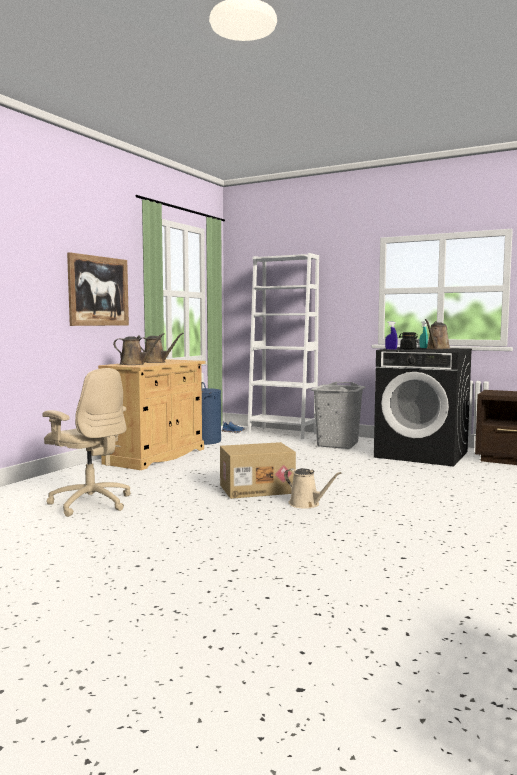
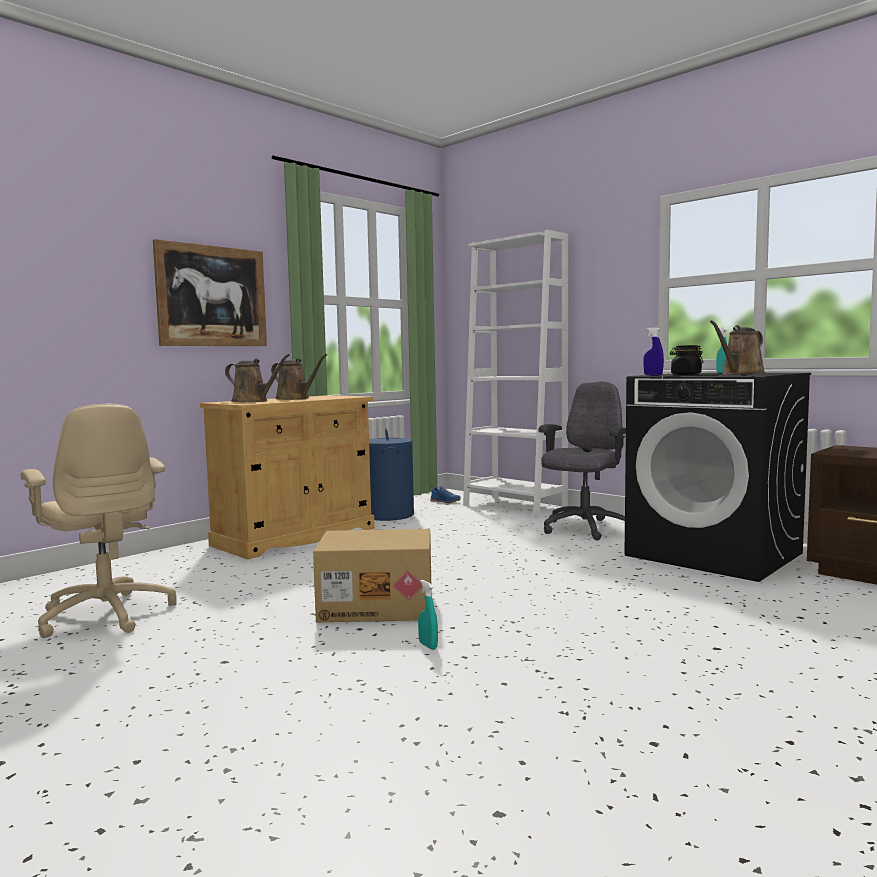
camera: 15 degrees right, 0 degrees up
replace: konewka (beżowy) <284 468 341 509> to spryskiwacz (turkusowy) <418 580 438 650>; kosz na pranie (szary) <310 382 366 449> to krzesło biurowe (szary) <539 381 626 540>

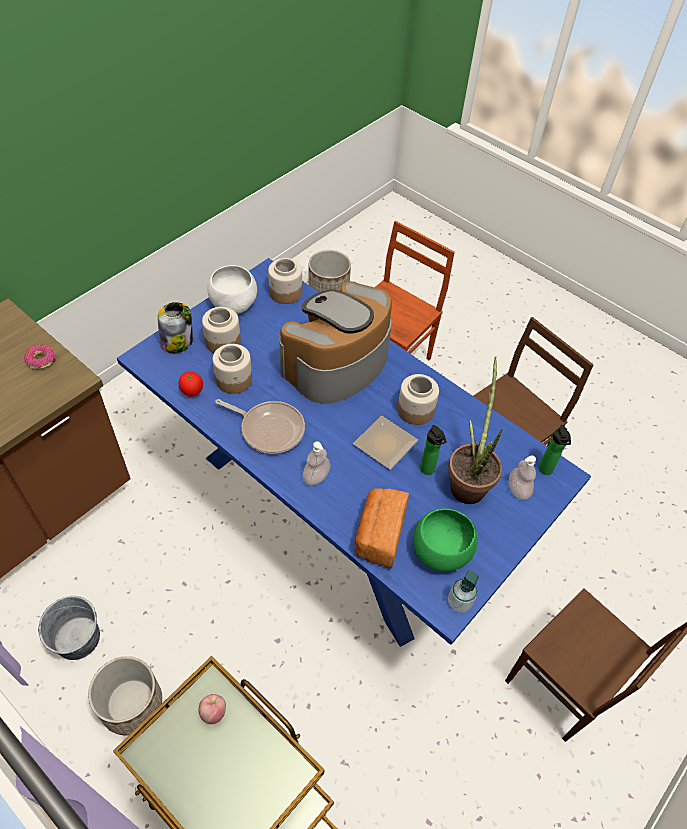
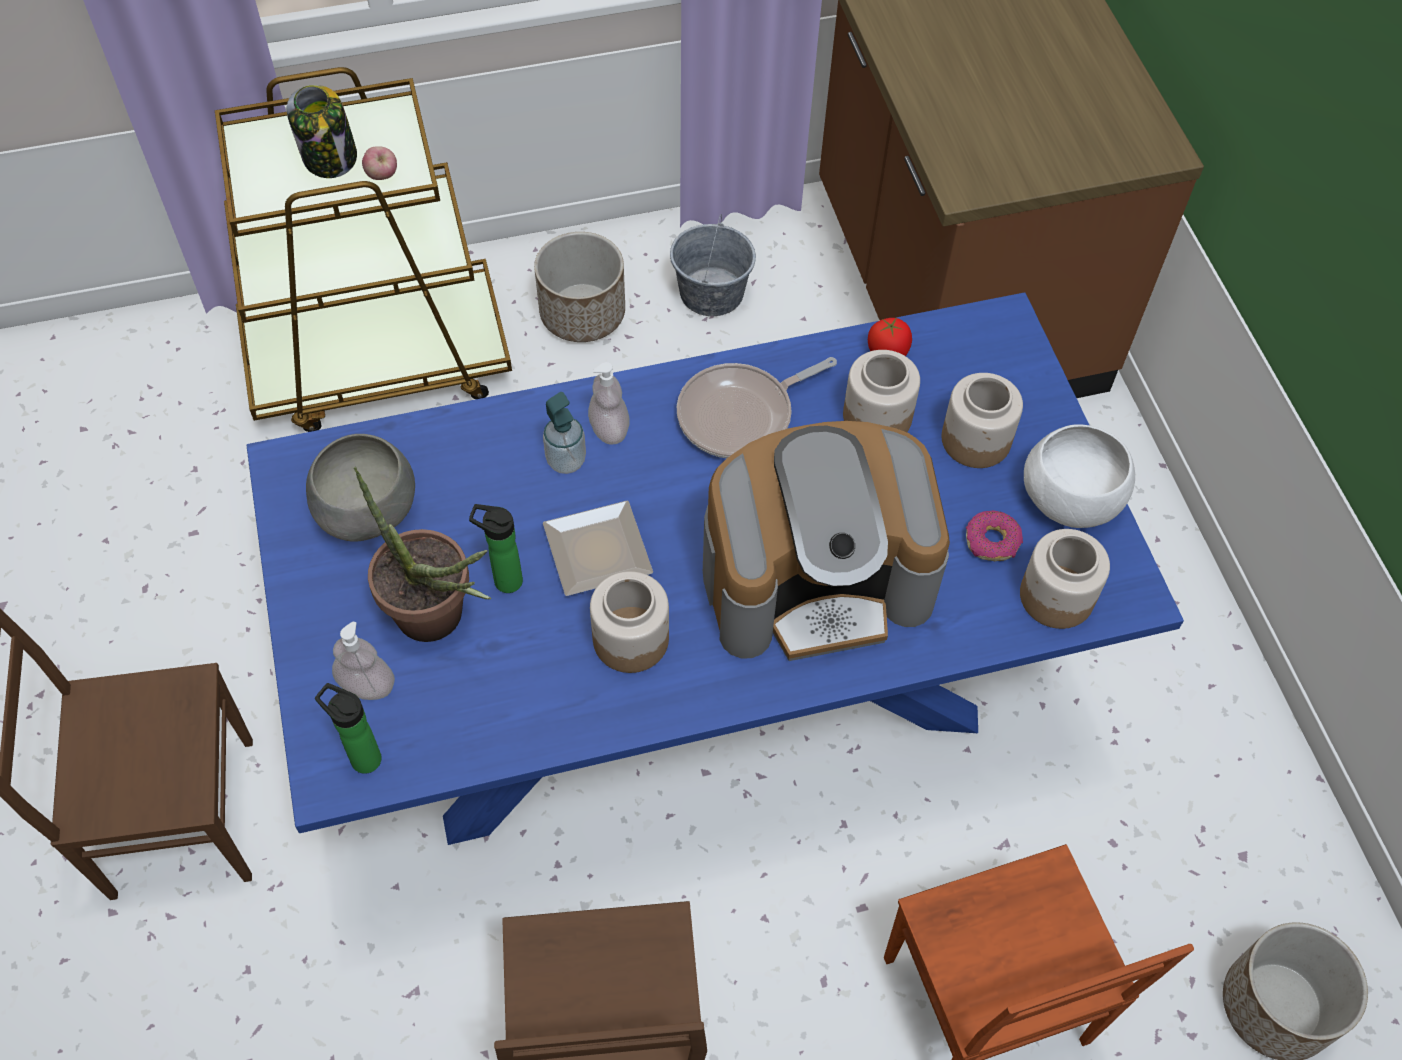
camera: 125 degrees right, 5 degrees up
delete: chleb <355 488 409 569>
move: słoik <158 302 193 353> to <287 85 357 178>; dozownik mydła <448 570 479 613> to <543 392 586 474>; donut <24 344 55 369> to <966 510 1023 561>
recolor: miska (zielony) <413 508 478 572> to miska (szary) <306 434 415 542>
rotate: ekspres do kawy <279 281 392 404> = <703 421 950 661> 90 degrees clockwise

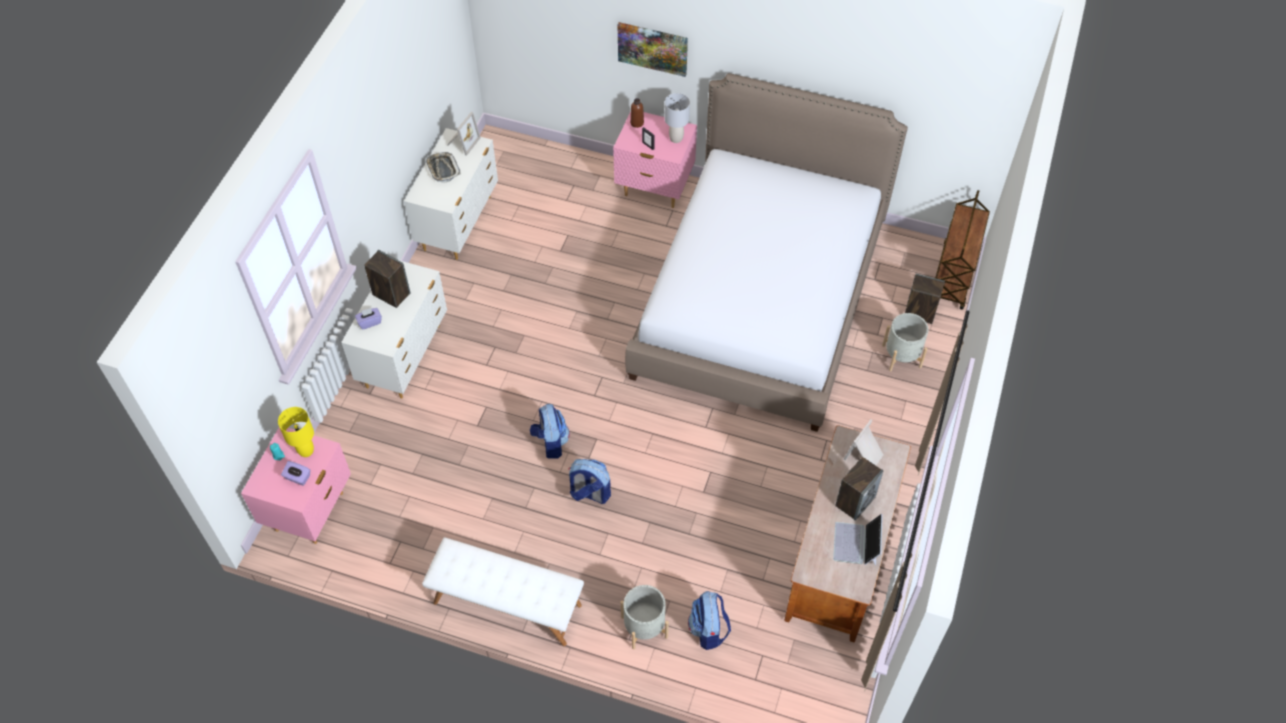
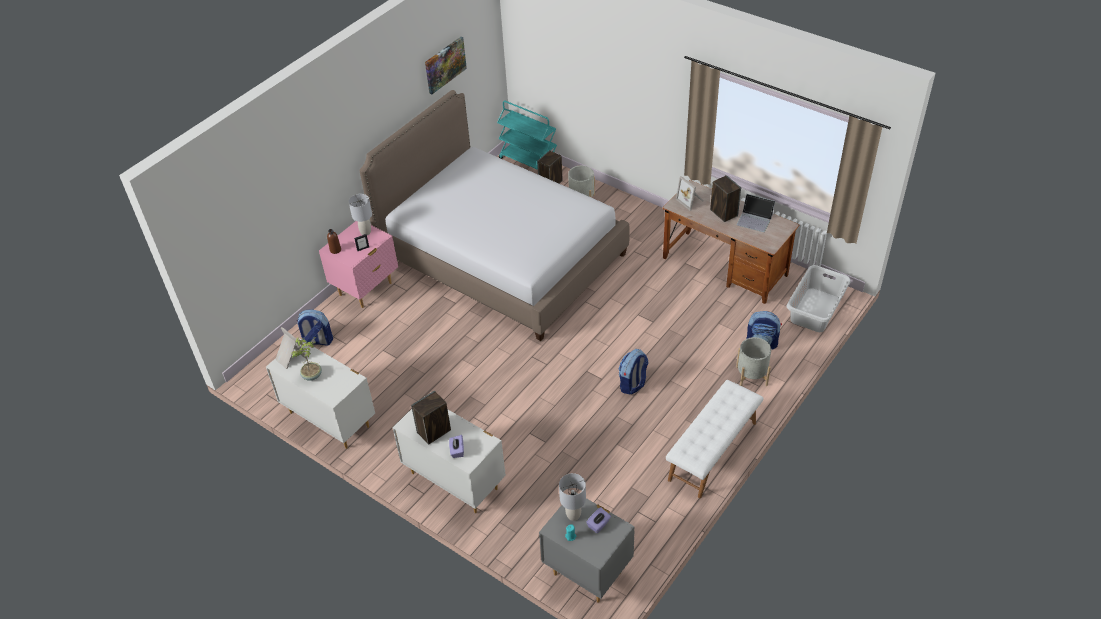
camera: 70 degrees left, 10 degrees down
insert: kosz na pranie (szary) <786 265 851 332>
move: plecak <530 404 570 459> to <296 309 333 346>; obraz <617 22 688 77> to <425 37 467 94>
replace: taca <425 152 461 183> to roślina doniczkowa <291 337 322 381>
recolor: wózek (brązowy) <935 190 990 310> to wózek (turkusowy) <497 100 557 170>; szafka nocna (różowy) <241 427 351 544> to szafka nocna (szary) <539 491 635 603>; lampa stołowa (żółty) <278 407 314 457> to lampa stołowa (szary) <559 473 586 521>

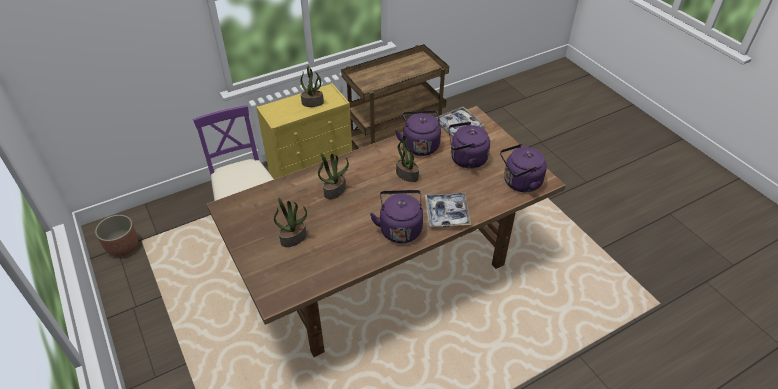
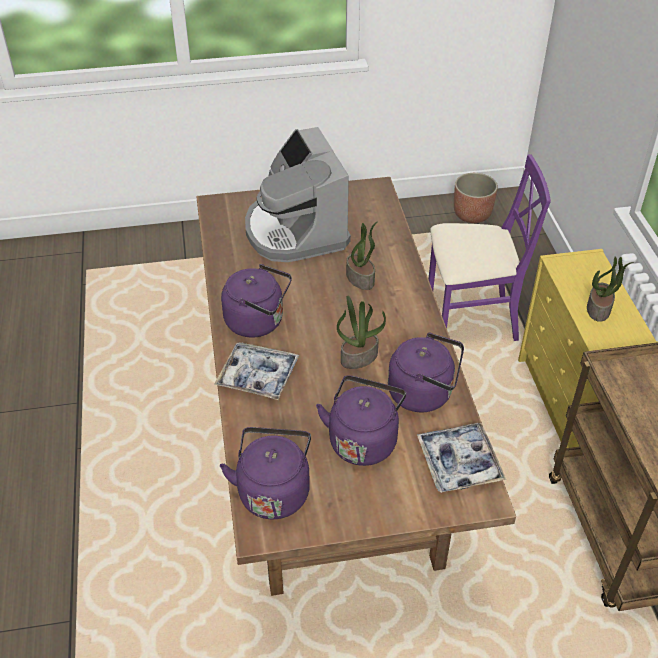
camera: 110 degrees right, 0 degrees up
replace: roślina doniczkowa <274 198 307 247> to ekspres do kawy <245 127 351 262>

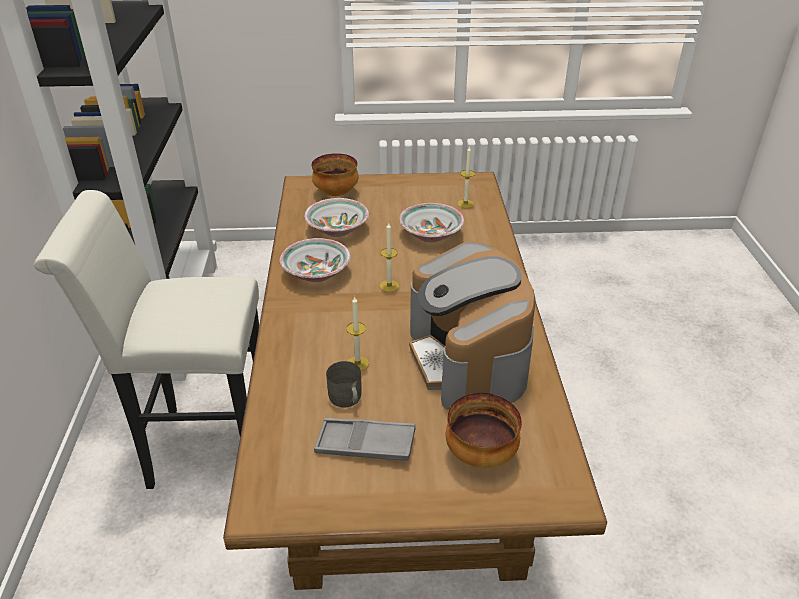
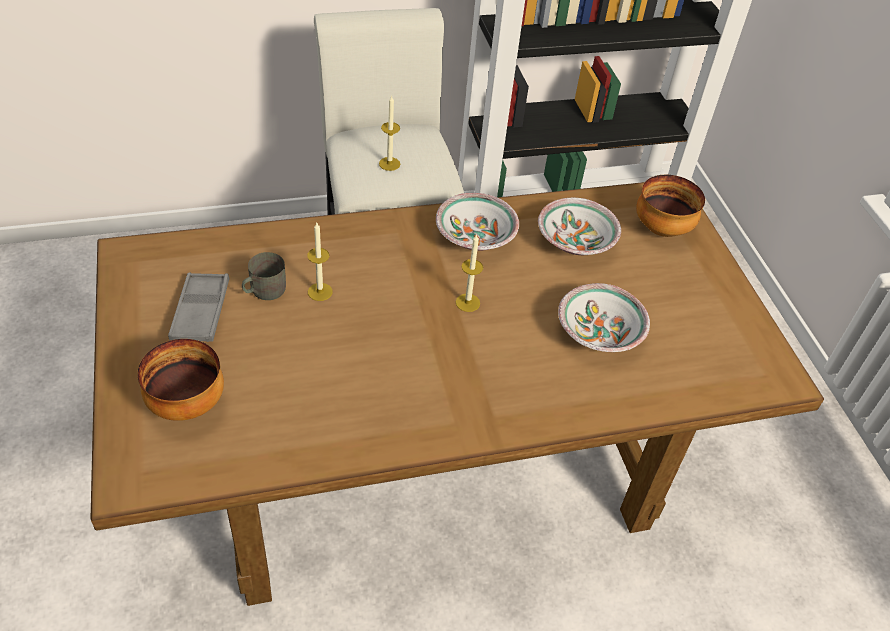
camera: 75 degrees right, 10 degrees up
delete: ekspres do kawy <409 242 536 411>
move: świeca <457 147 475 208> to <379 96 400 171>

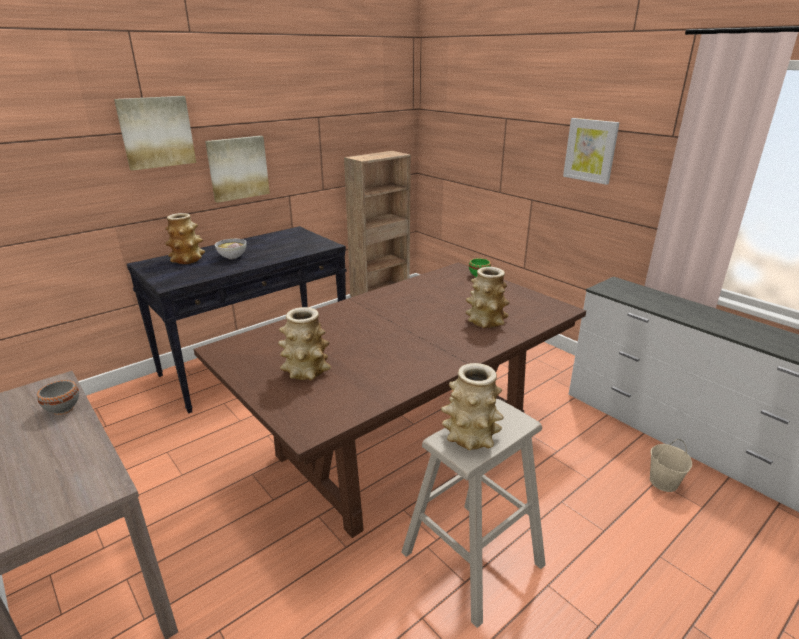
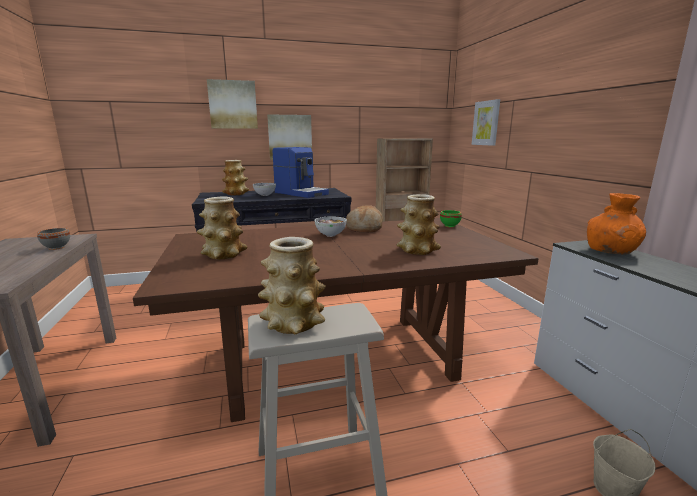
camera: 25 degrees right, 10 degrees down
insert: ekspres do kawy <273 147 329 198>; miska <315 216 347 237>; chleb <346 205 383 232>; wazon (pomarańczowy) <587 193 646 254>
move: obraz <563 118 620 185> to <472 99 500 146>

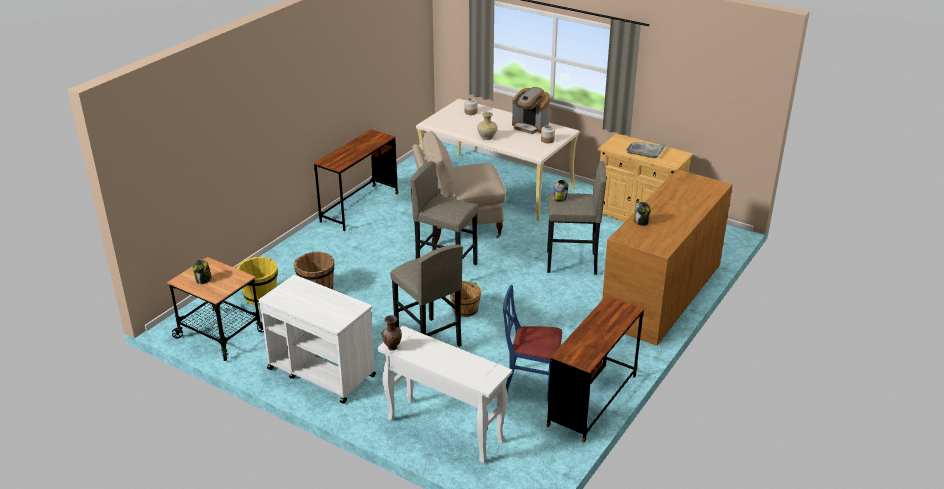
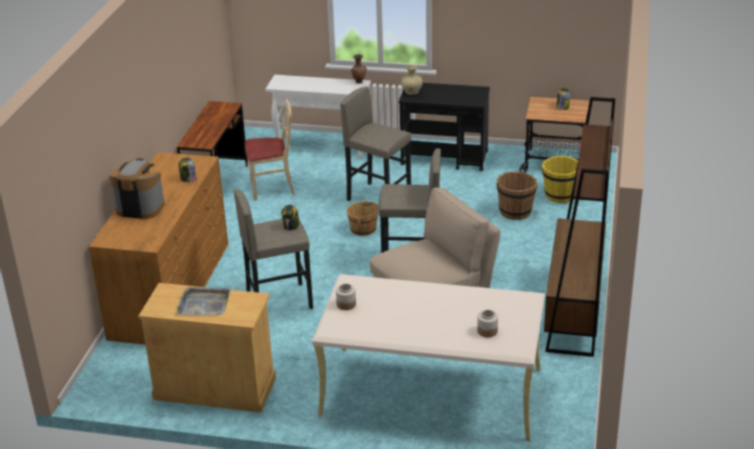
camera: 160 degrees right, 0 degrees up
move: ekspres do kawy <512 87 550 134> to <109 158 165 219>; wazon (beżowy) <477 112 497 140> to <401 65 423 95>
replace: biurko (brązowy) <314 129 398 231> to regał (brązowy) <544 97 616 357>
recolor: krzesło (niebieski) <503 285 562 401> to krzesło (beżowy) <245 99 295 201>; wózek (biały) <258 275 376 404> to wózek (czarny) <399 83 490 171>

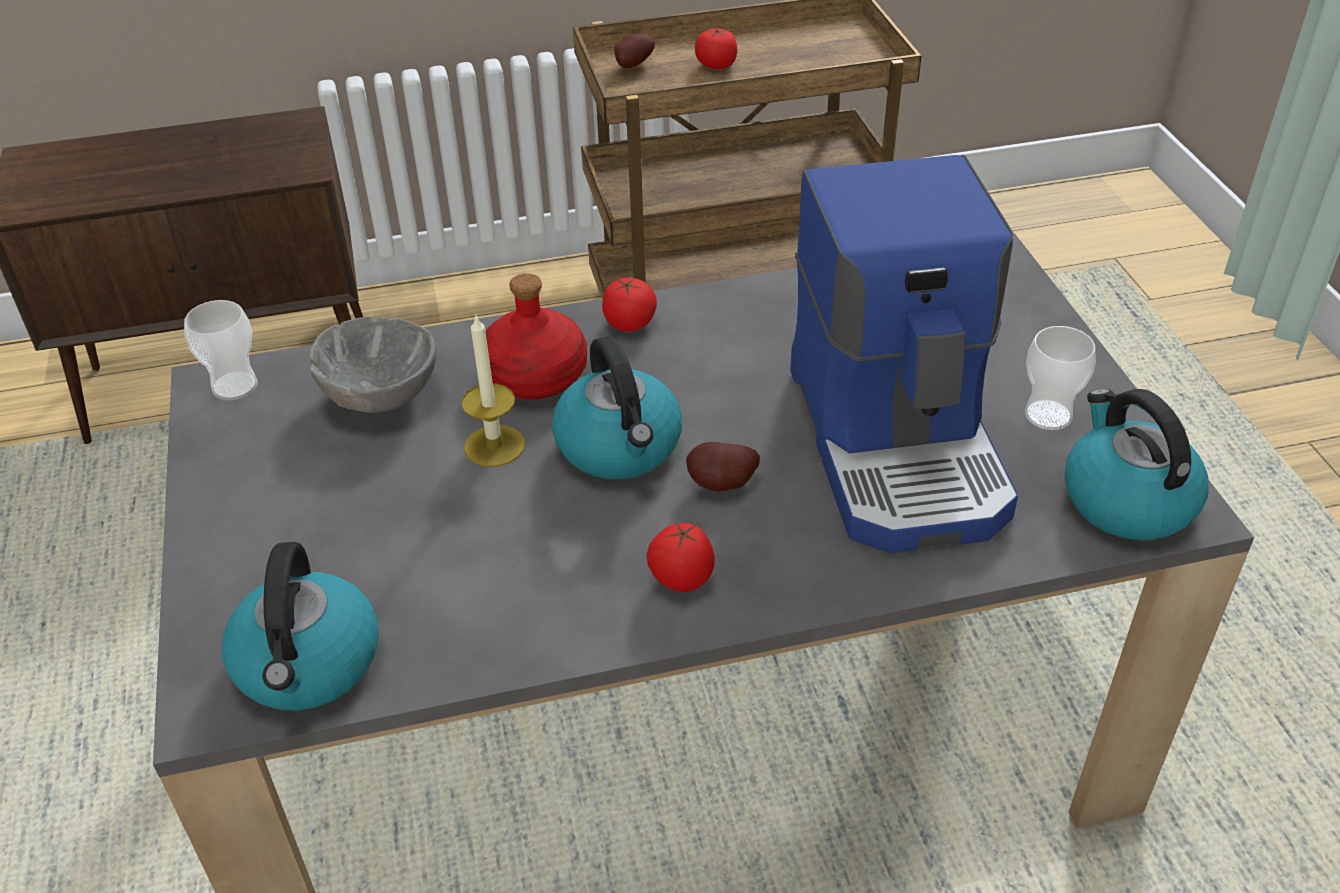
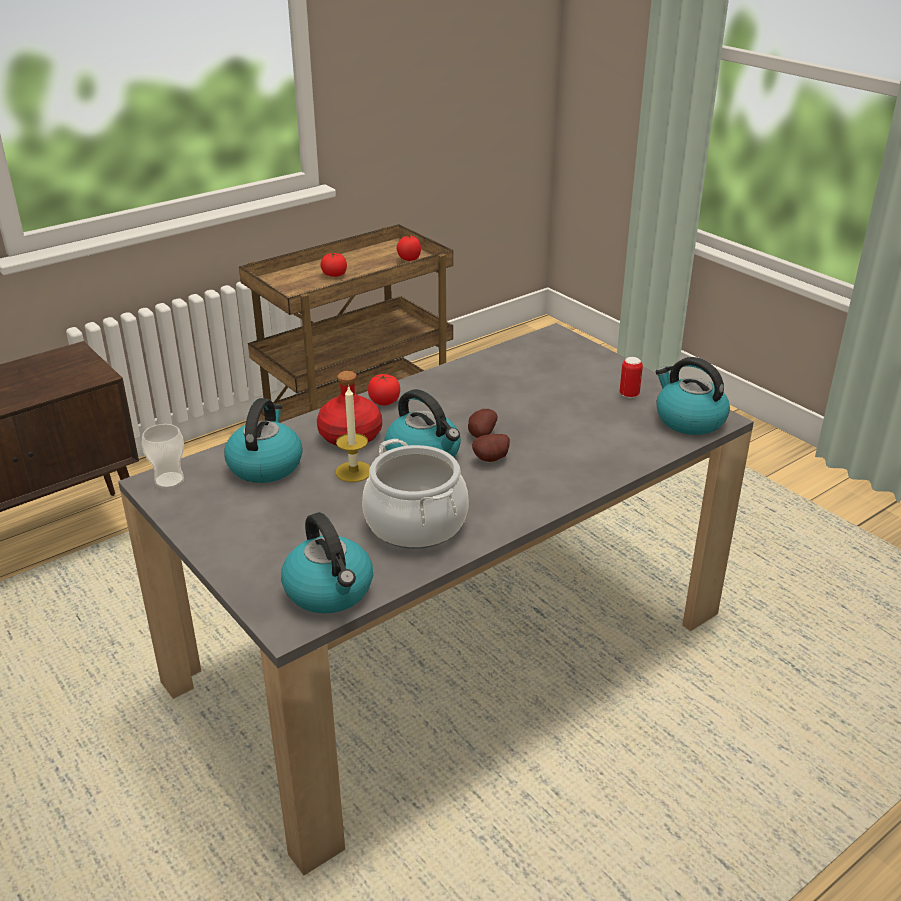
camera: 25 degrees left, 10 degrees down
delete: ekspres do kawy <790 155 1018 554>
insert: garnek <362 439 469 549>
move: pomidor <646 522 715 592> to <397 235 421 261>; ziemniak <614 33 655 68> to <468 409 497 438>
replace: miska (szary) <309 317 436 413> to czajnik <224 398 303 483>; filiżanka <1025 326 1096 430> to puszka <620 357 643 398>

